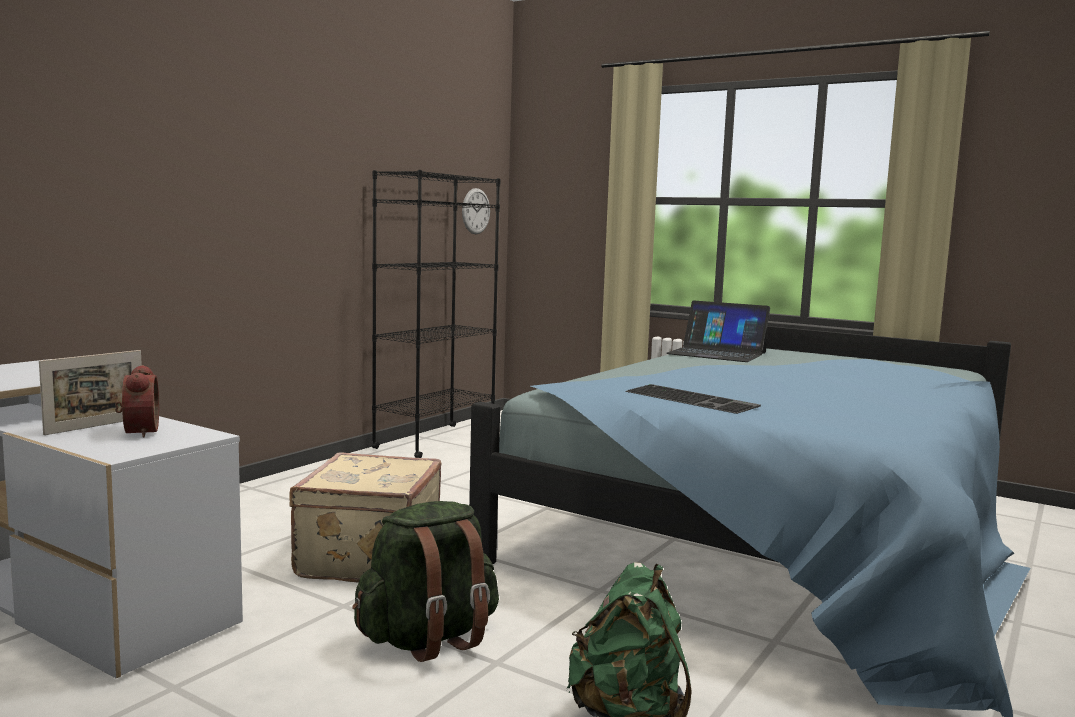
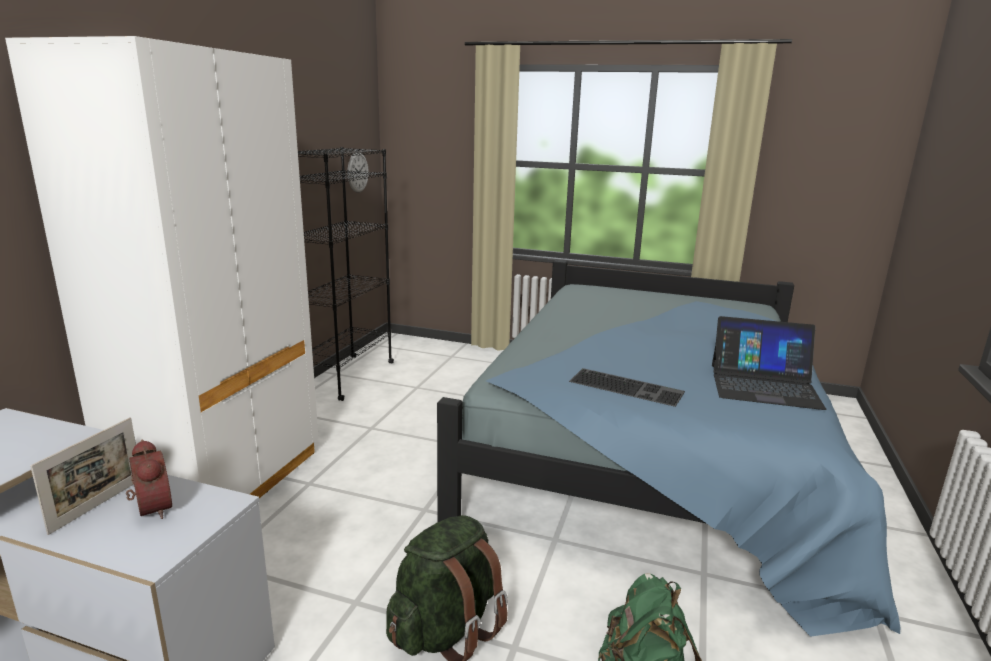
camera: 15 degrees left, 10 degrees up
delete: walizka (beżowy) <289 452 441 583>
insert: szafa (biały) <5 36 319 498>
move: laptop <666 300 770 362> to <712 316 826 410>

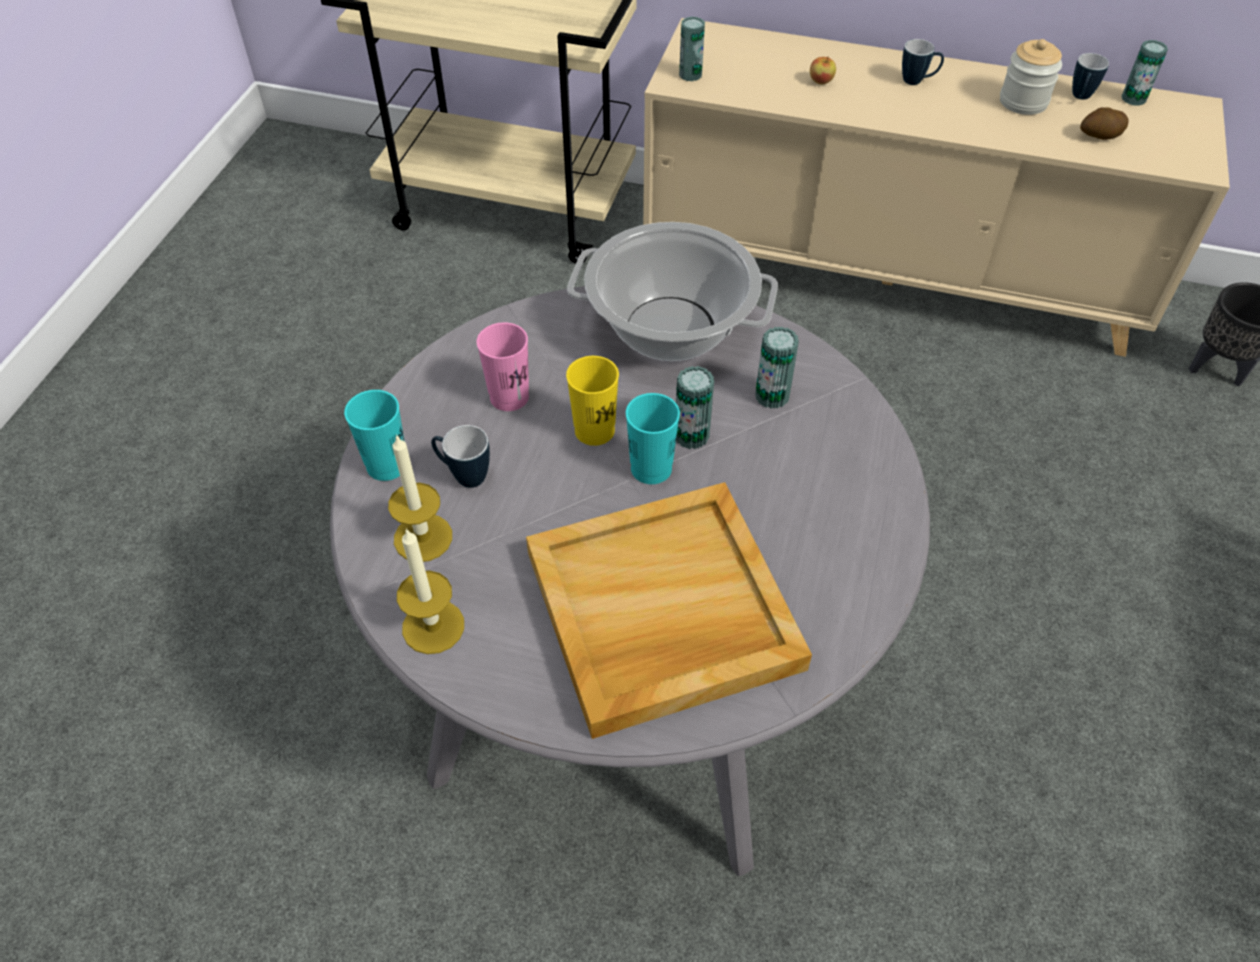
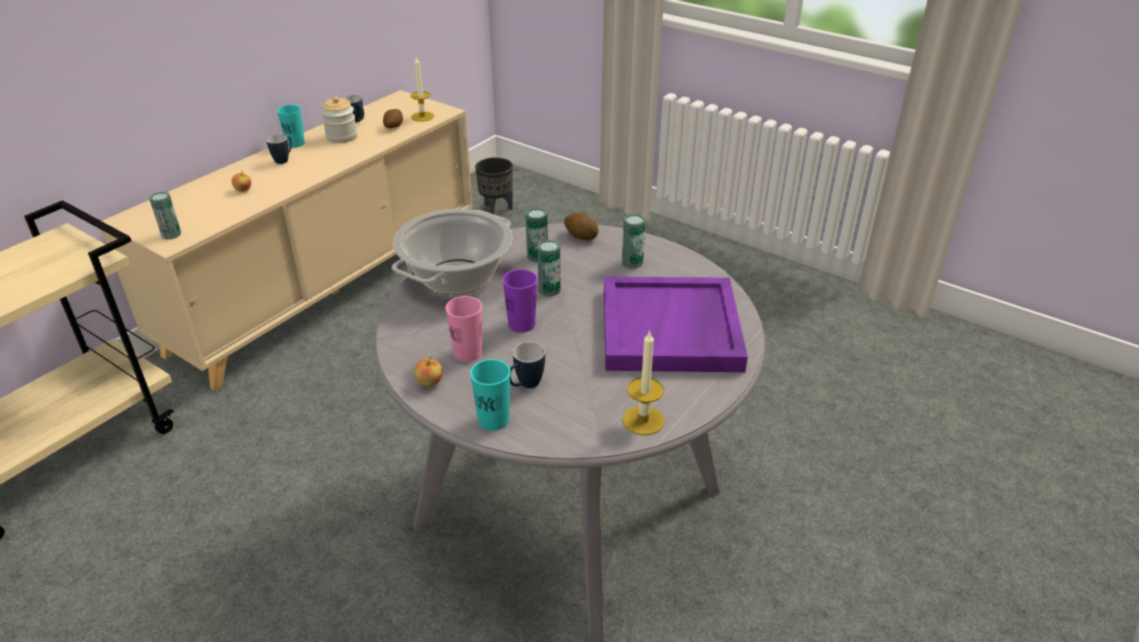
camera: 70 degrees left, 15 degrees down
insert: jabłko <414 356 443 387>; ziemniak <564 213 599 240>
move: filiżanka (turkusowy) <626 393 680 484> to <277 105 305 148>; świeca <388 434 452 562> to <411 57 434 122>; puszka <1122 40 1168 106> to <622 214 646 269>
recolor: filiżanka (żółty) <566 356 619 446> to filiżanka (fioletowy) <502 269 538 332>; taca (beżowy) <526 482 812 739> to taca (fioletowy) <604 276 748 372>

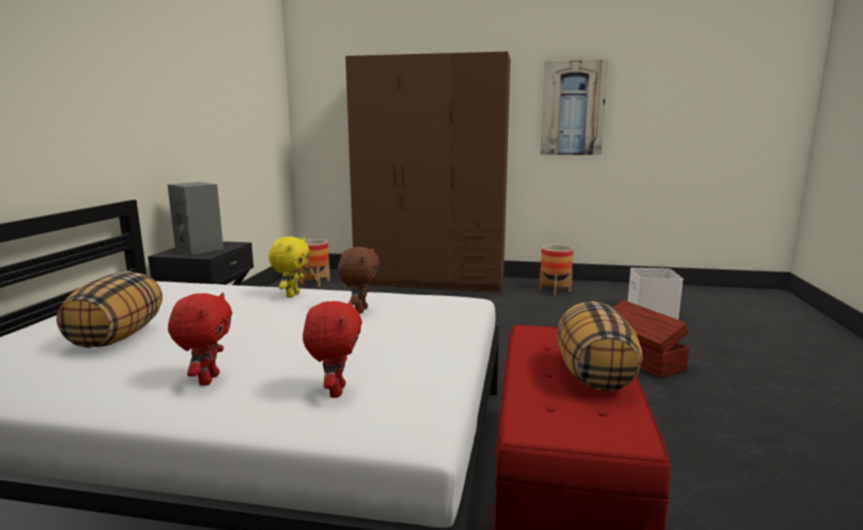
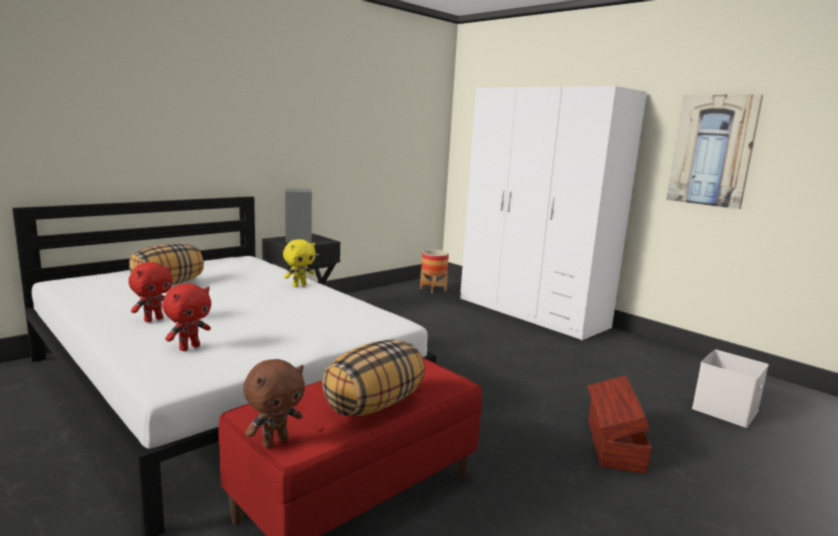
camera: 35 degrees right, 0 degrees up
delete: donica <539 244 573 295>
move: pluszak (brązowy) <338 247 379 314> to <243 359 305 448>
recolor: szafa (brązowy) <345 51 511 292> to szafa (biały) <460 86 647 340>

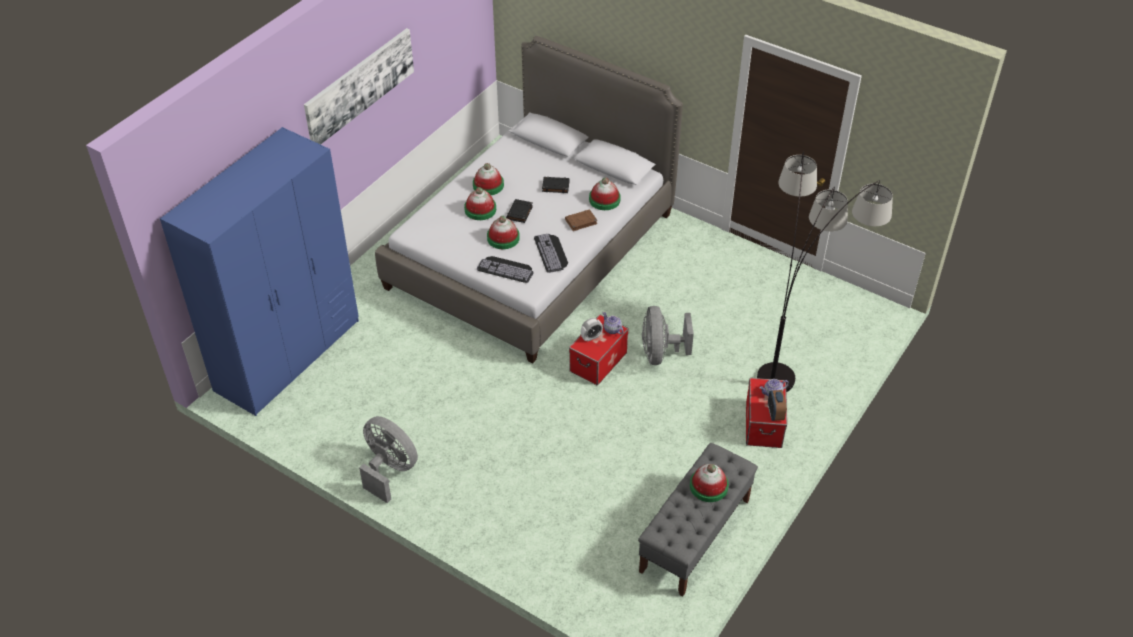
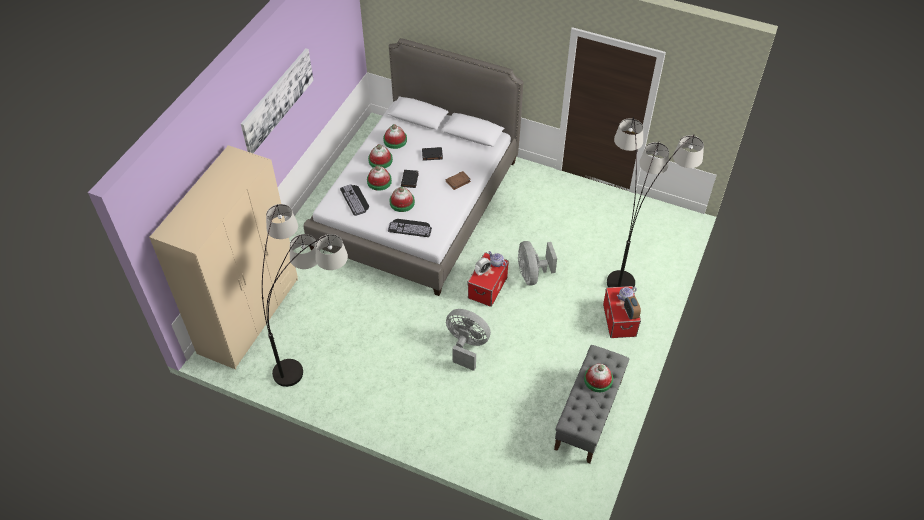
camera: 10 degrees left, 5 degrees up
insert: lampa stojąca <262 204 348 387>
move: klawiatura <534 234 568 273> to <340 185 369 216>; kapelusz <589 177 621 210> to <383 124 407 149>; wentylator (szary) <359 416 418 503> to <446 309 491 371>
recolor: szafa (niebieski) <160 127 359 416> to szafa (beżowy) <149 145 298 369>

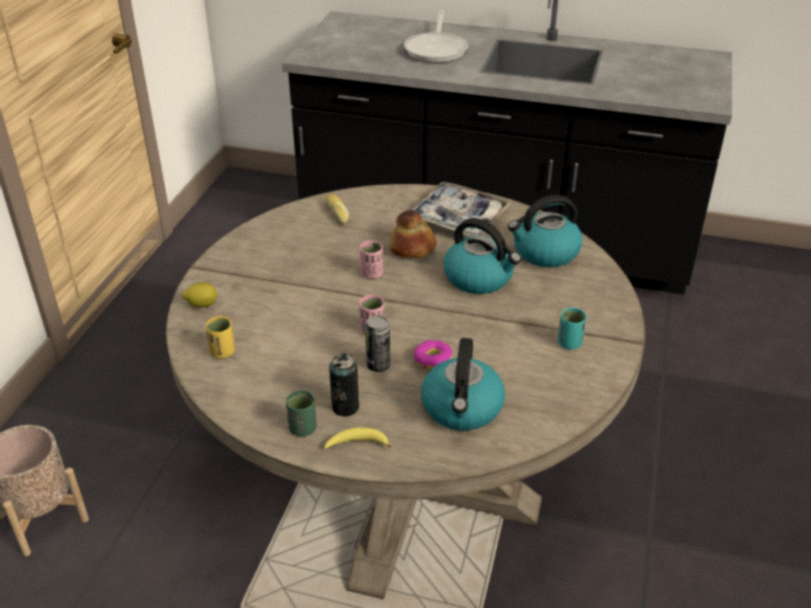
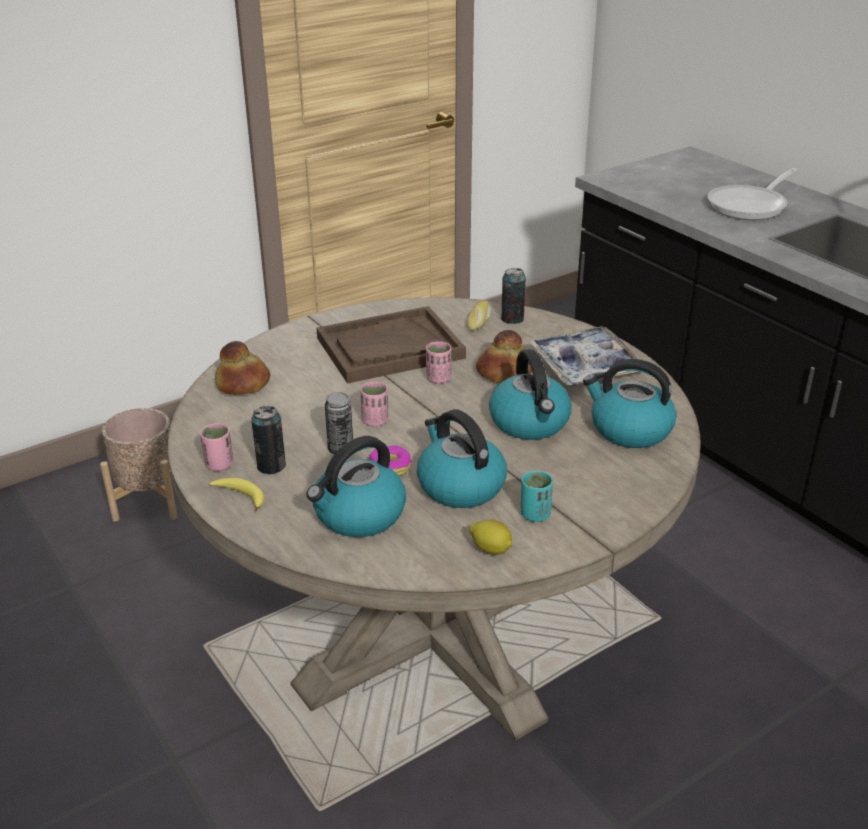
camera: 40 degrees right, 5 degrees down
insert: taca (brązowy) <316 306 466 384>; czajnik <417 409 507 508>; puszka <501 268 526 324>
move: cytryna <182 282 218 308> to <469 519 512 555>
replace: filiżanka (żółty) <205 316 235 359> to chleb <215 341 270 395>
recolor: filiżanka (zielony) <286 390 316 437> to filiżanka (różowy) <200 423 234 471>

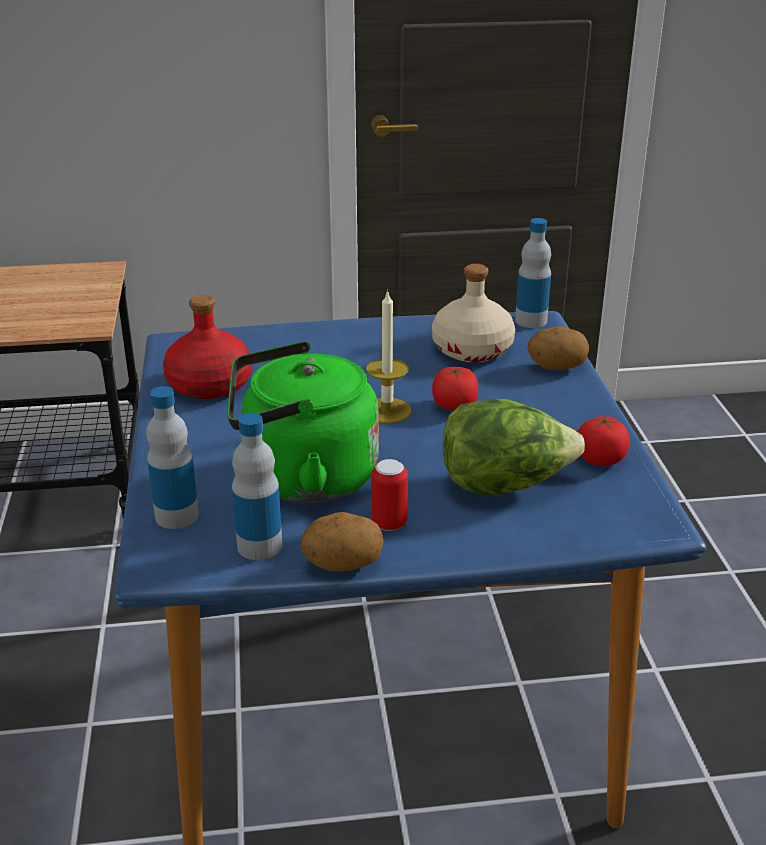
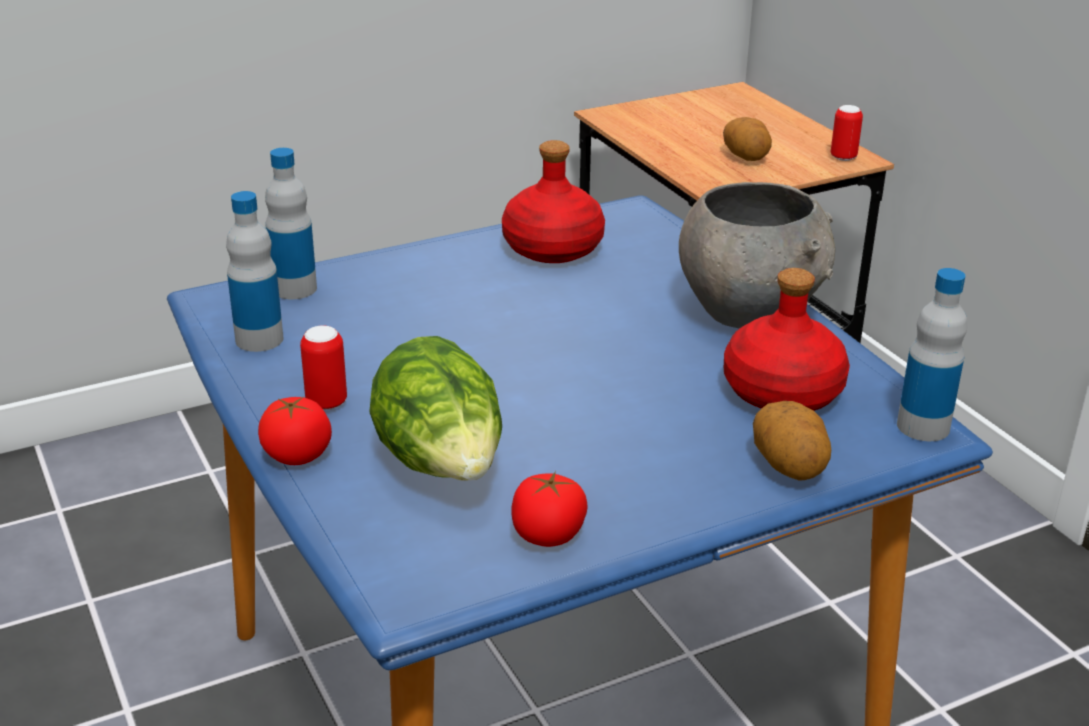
camera: 70 degrees right, 0 degrees up
delete: czajnik (zielony) <227 341 379 503>; świeca <366 289 411 423>
insert: miska (szary) <679 182 835 329>; puszka <831 105 863 161>
move: pomidor <432 367 478 410> to <258 397 332 465>; ziemniak <301 512 384 572> to <723 117 772 161>
recolor: butelka (beżowy) <432 264 515 362> to butelka (czerwony) <724 268 850 411>

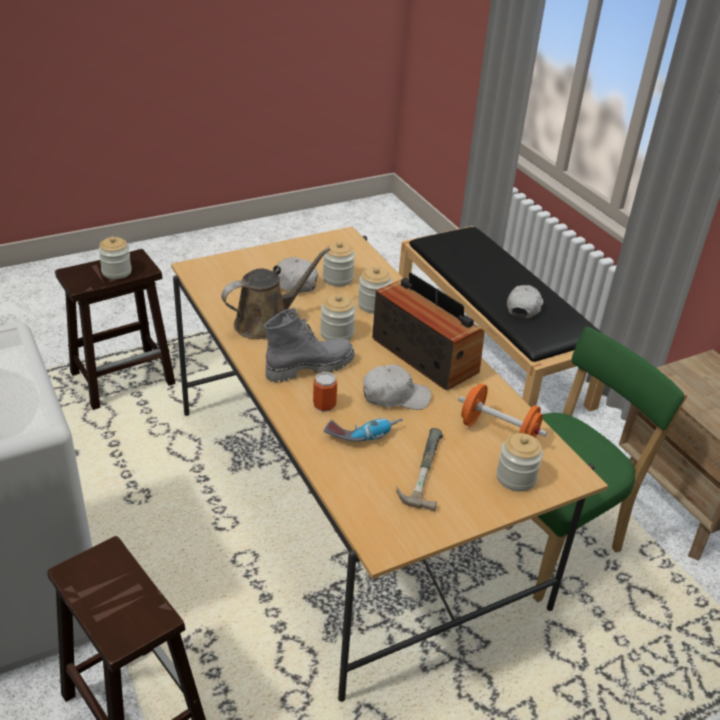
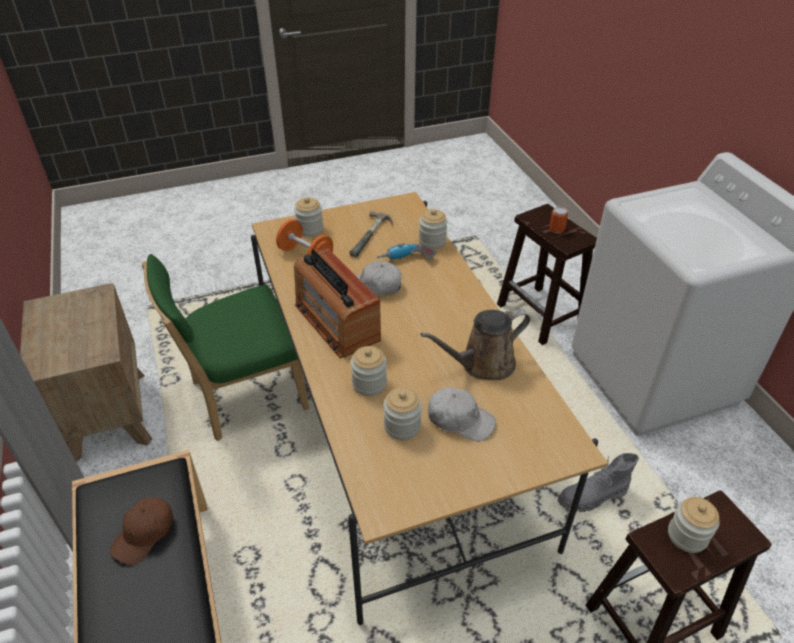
camera: 170 degrees left, 5 degrees up
move: słoik <320 294 356 341> to <419 209 448 249>; puszka <313 372 337 412> to <549 207 568 234>; but z cholewką (szary) <264 307 355 383> to <558 453 639 512>
recolor: czapka z daszkiem (biały) <507 285 543 318> to czapka z daszkiem (brązowy) <110 498 173 565>

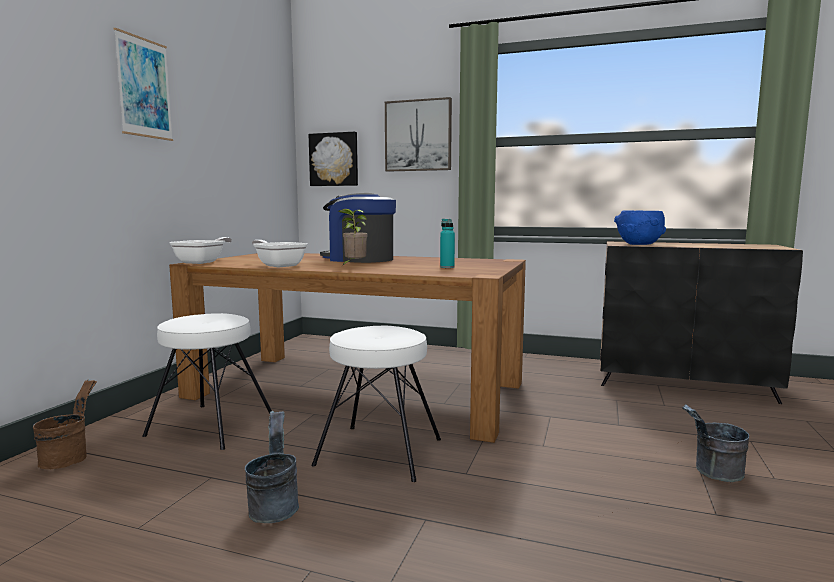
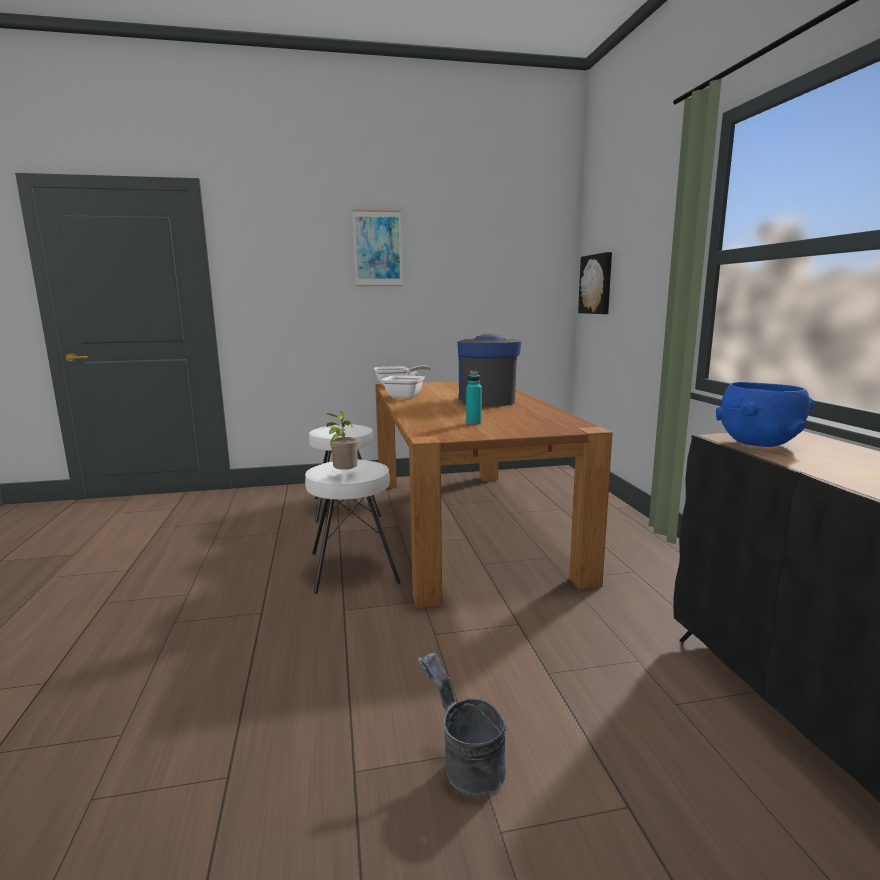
camera: 60 degrees right, 5 degrees up
delete: wiadro (brązowy) <33 379 97 469>; wiadro (szary) <245 411 299 523>; obraz <385 97 452 172>
move: roślina doniczkowa <338 209 367 266> to <326 411 358 473>

